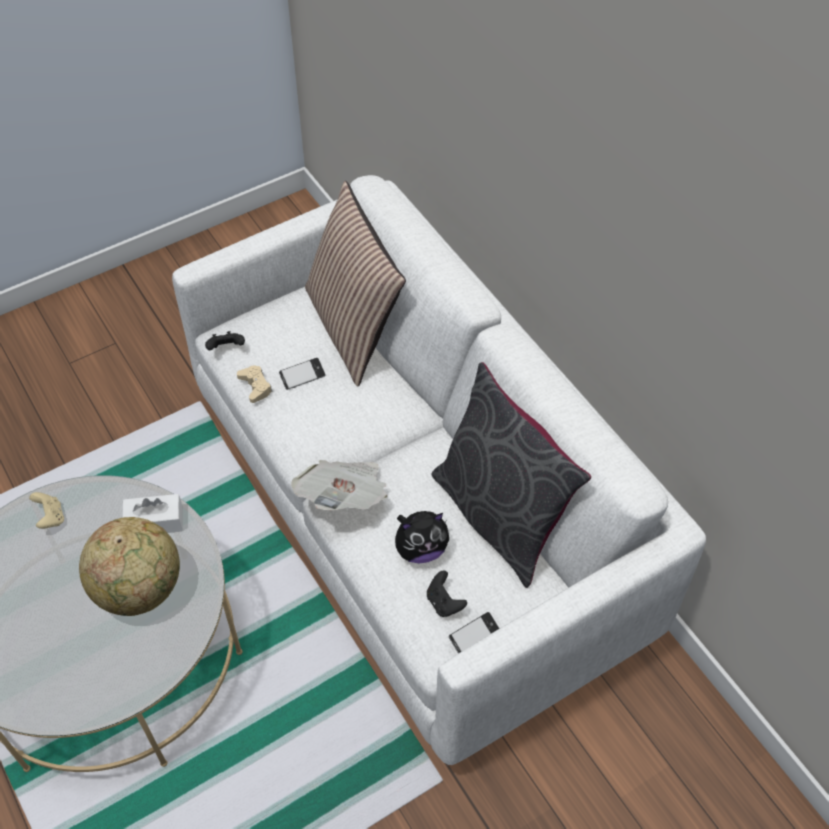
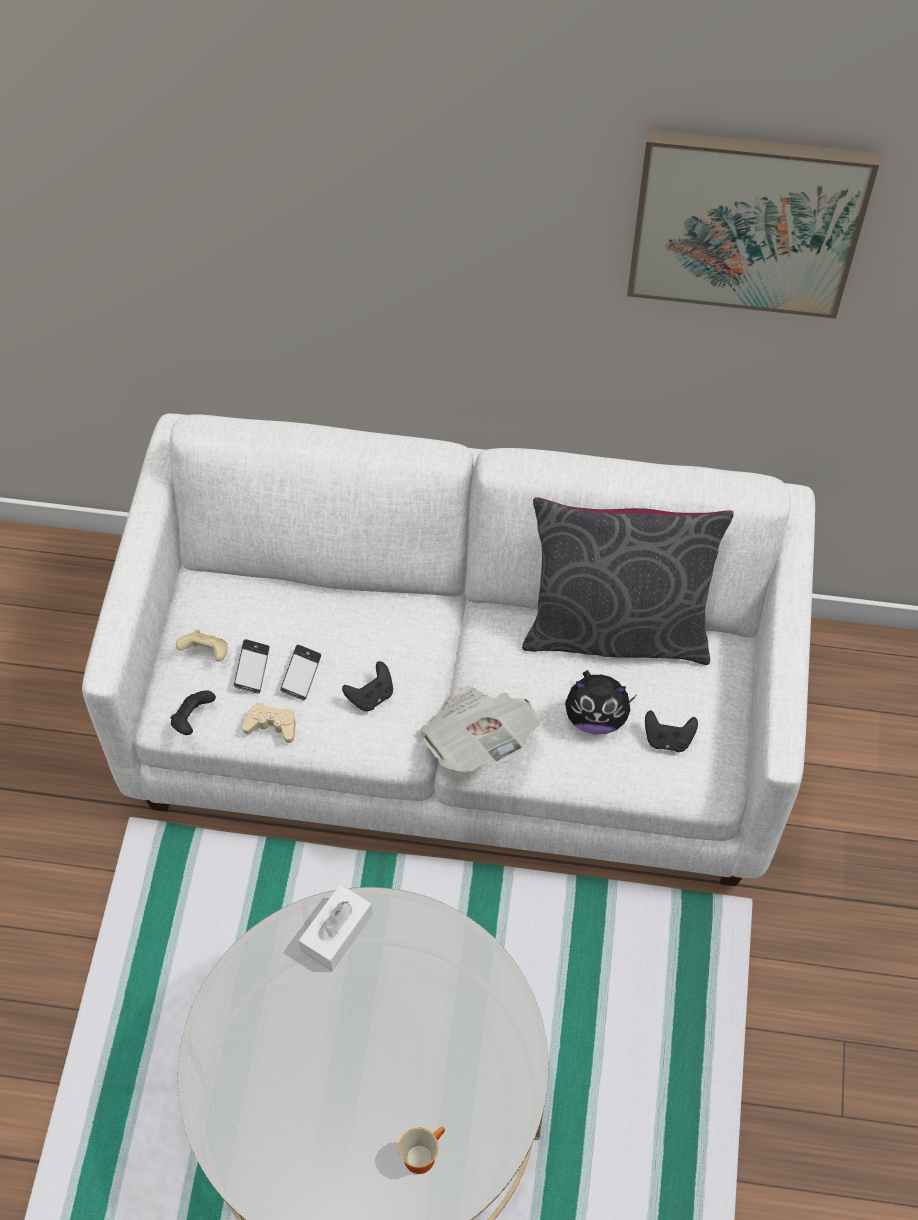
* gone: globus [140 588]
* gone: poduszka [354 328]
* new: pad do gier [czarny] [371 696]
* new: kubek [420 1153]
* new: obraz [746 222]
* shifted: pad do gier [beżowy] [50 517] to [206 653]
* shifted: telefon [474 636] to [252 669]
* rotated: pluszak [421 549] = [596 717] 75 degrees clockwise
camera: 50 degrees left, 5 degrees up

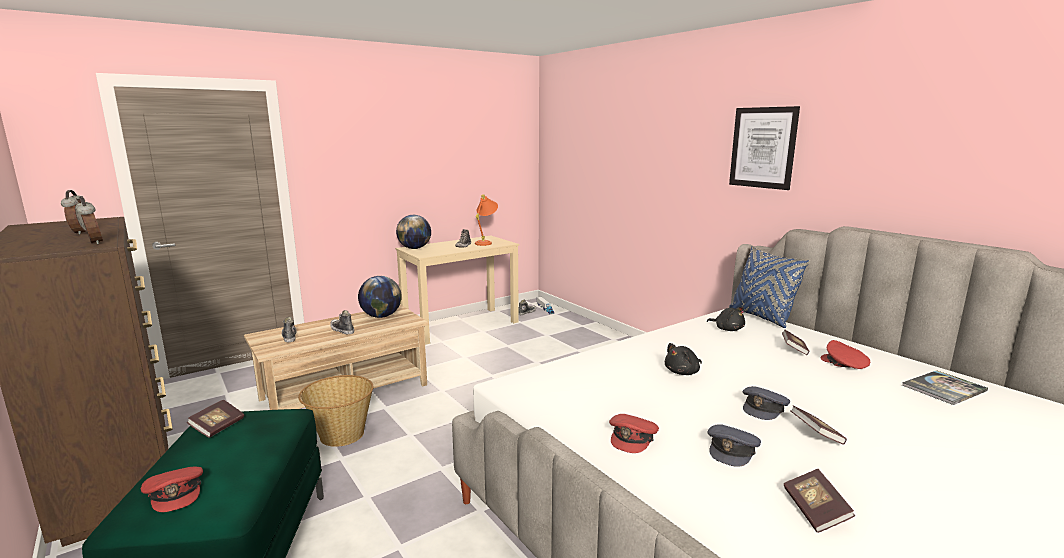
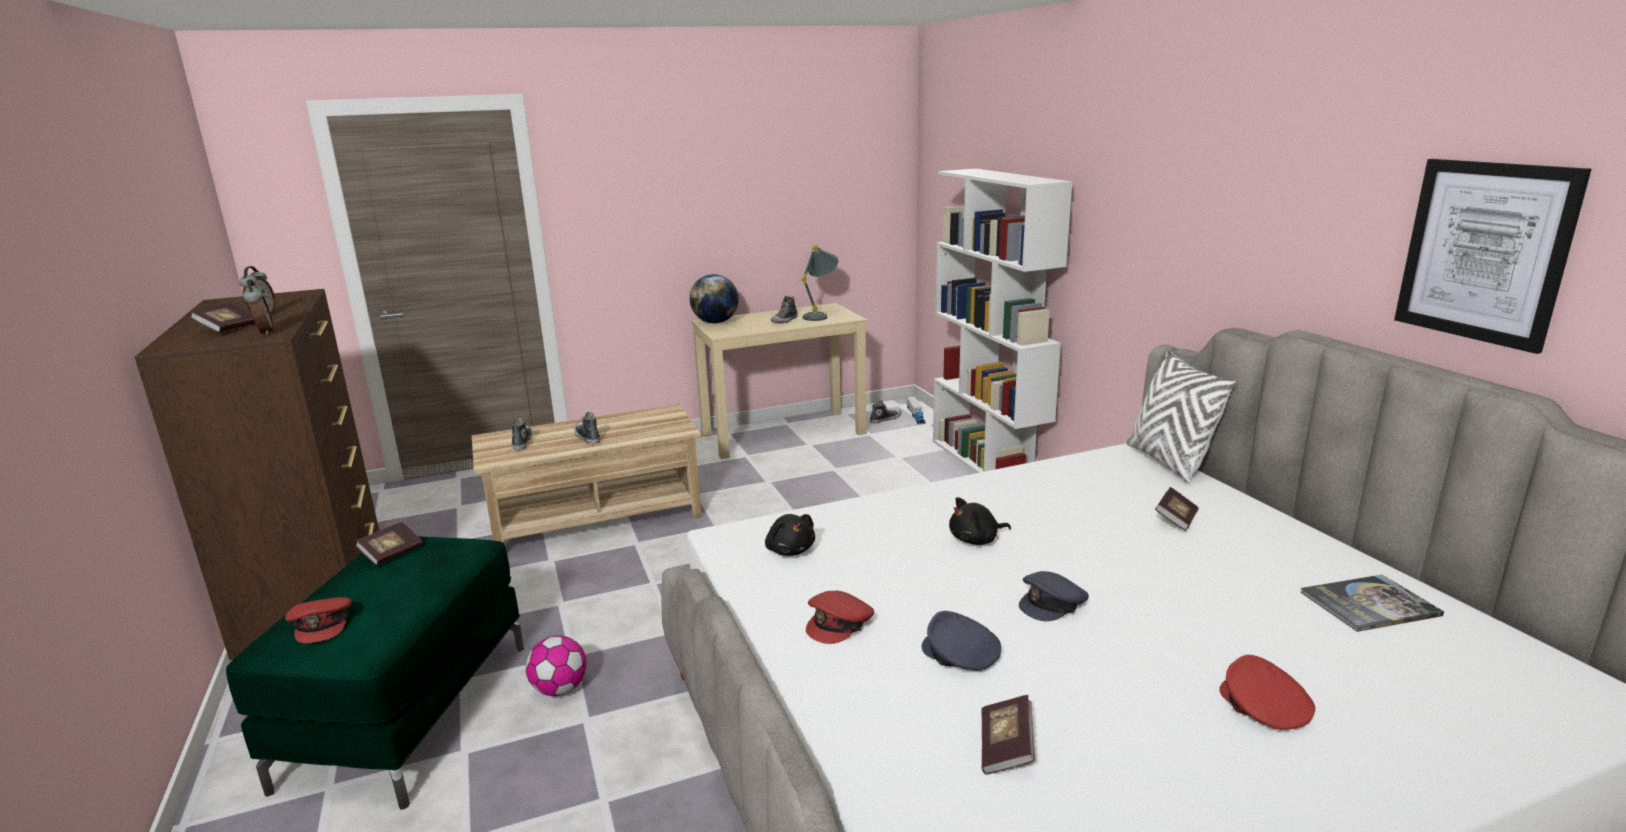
* gone: koszyk [341 435]
* gone: globus [381 316]
* new: piłka futbolowa [560 689]
* new: regał [biały] [989 464]
* shifted: pluszak [czarny] [727 329] to [790 550]
* shifted: obraz [763 147] to [1484 252]
* shifted: książka [815 434] to [228 329]
* shifted: czapka z daszkiem [czerwony] [844 364] to [1262 708]
* repainted: lampa stołowa [pomarańczowy] [486 242] to lampa stołowa [szary] [820 315]
* repainted: poduszka [niebieski] [761 317] to poduszka [biały] [1168 462]
* rotated: czapka z daszkiem [szary] [732 450] = [959 655] 90 degrees clockwise
camera: 15 degrees right, 5 degrees up

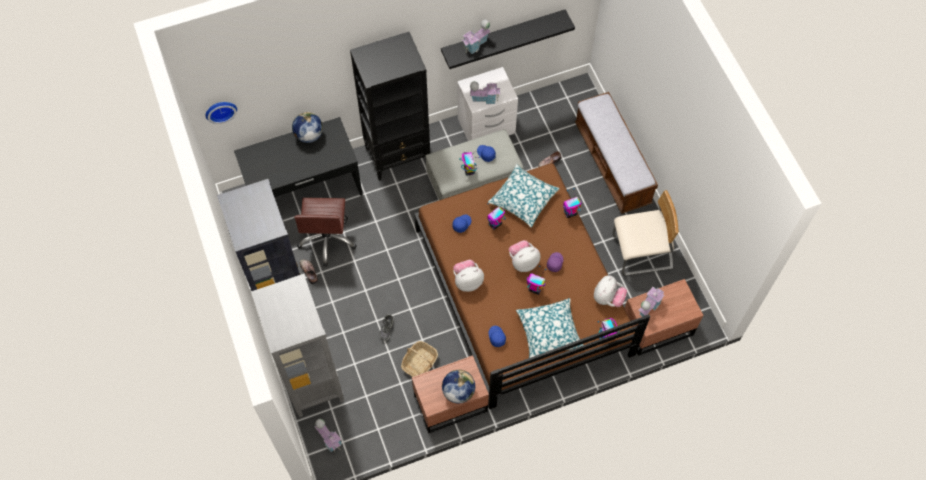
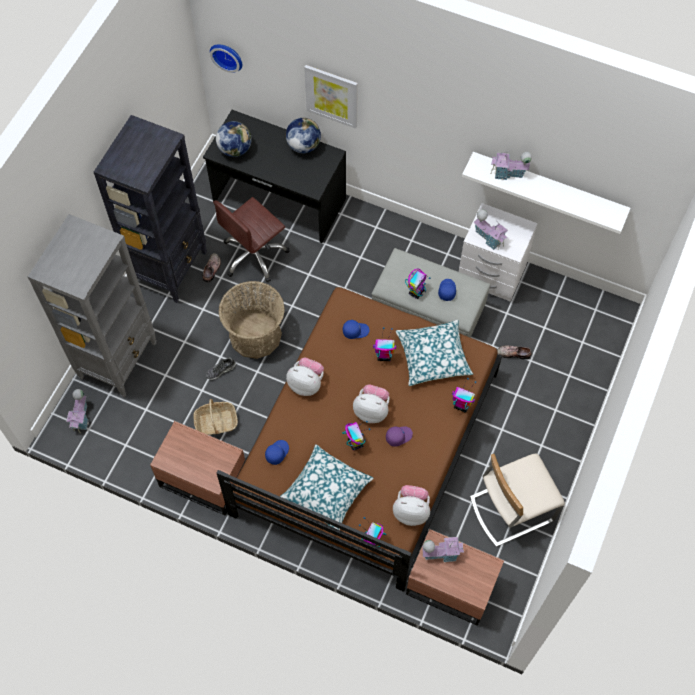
* gone: regał [czarny] [398 155]
* gone: ławka [612 164]
* new: koszyk [255 335]
* new: obraz [332 96]
* shifted: globus [458 391] to [235 149]
* repainted: półka [czarny] [503 35] to półka [biały] [548 187]
* rotated: pluszak [608 298] = [411 511] 150 degrees counterclockwise
* rotated: krzesło [beżowy] [642 253] = [511 508] 120 degrees clockwise
camera: 45 degrees right, 0 degrees up

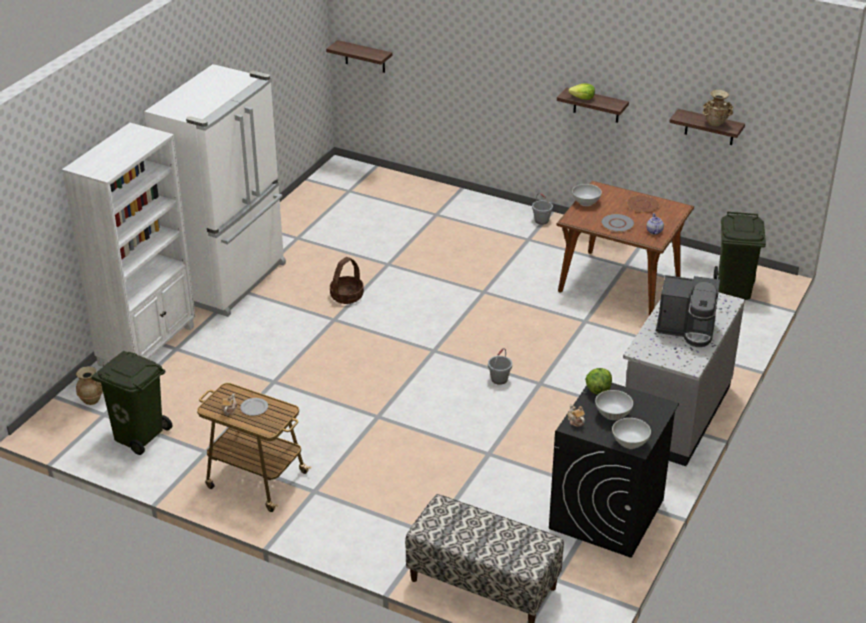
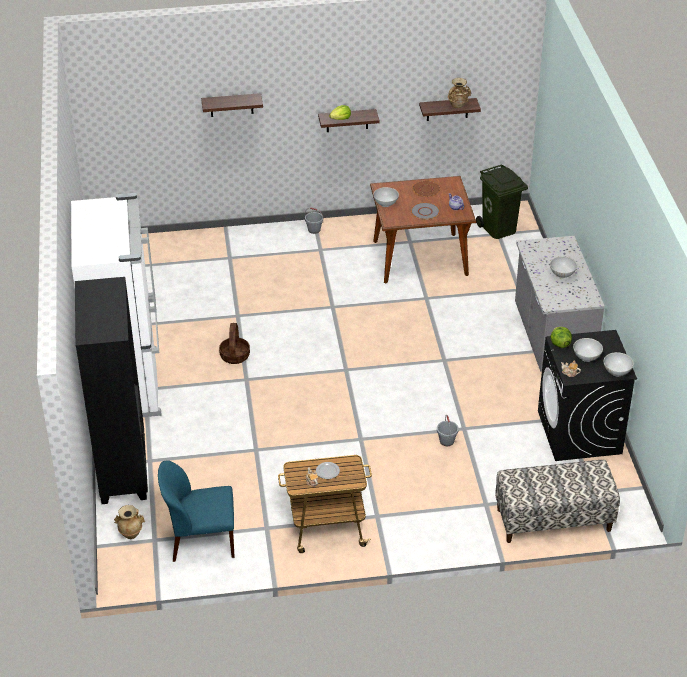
* shifted: półka [365 57] to [231 105]
* shifted: wiadro [szary] [499 379] to [446 441]
* swapped: kosz na śmieci [zielony] [139 435] to krzesło [niebieski] [201 541]
* swapped: ekspres do kawy [687 329] to miska [biały] [562 274]
* repainted: regał [biały] [148 345] to regał [czarny] [123 468]
camera: 35 degrees left, 5 degrees up

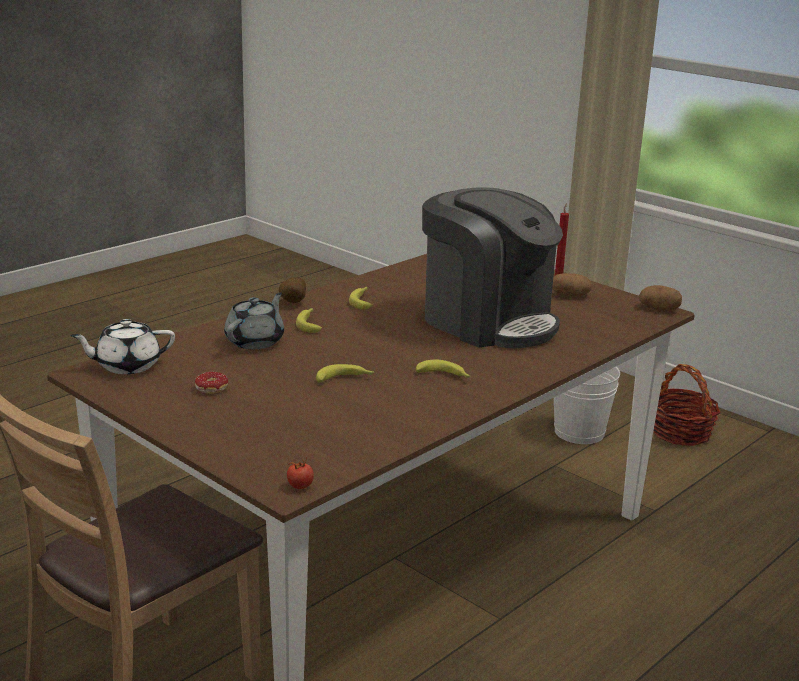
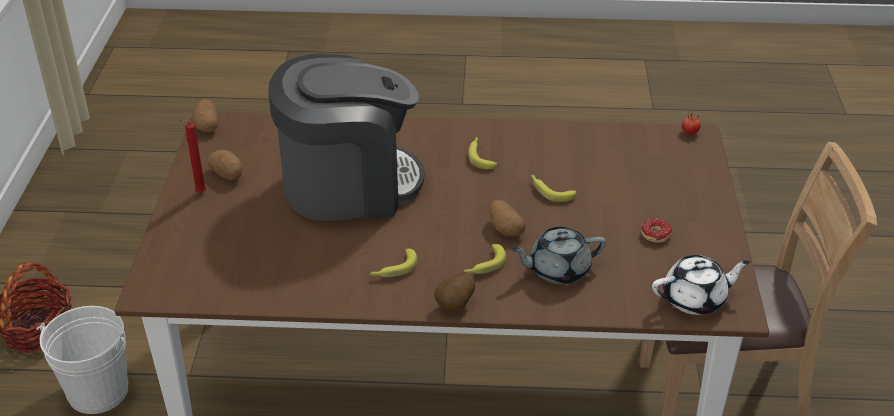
* new: ziemniak [505 228]
* rotated: imbryk [biały] [127 366] = [695 299] 45 degrees counterclockwise
* rotated: ekspres do kawy [488 321] = [349 185] 75 degrees clockwise
camera: 130 degrees left, 15 degrees up

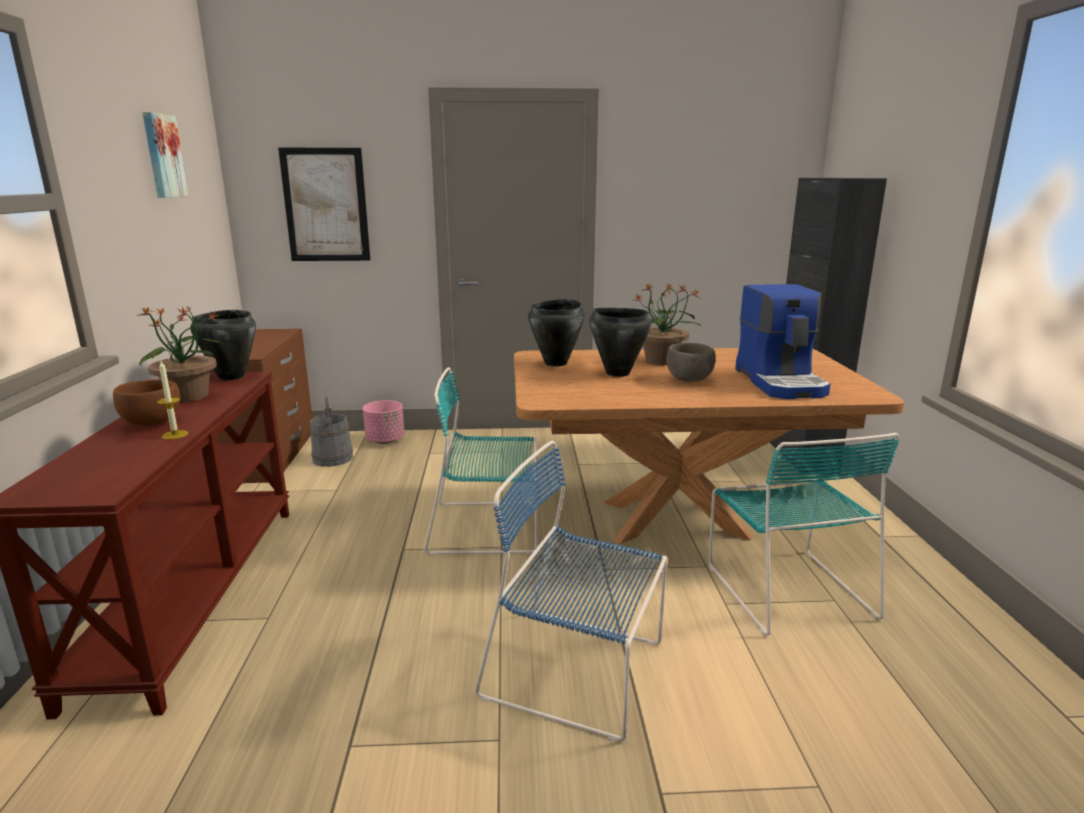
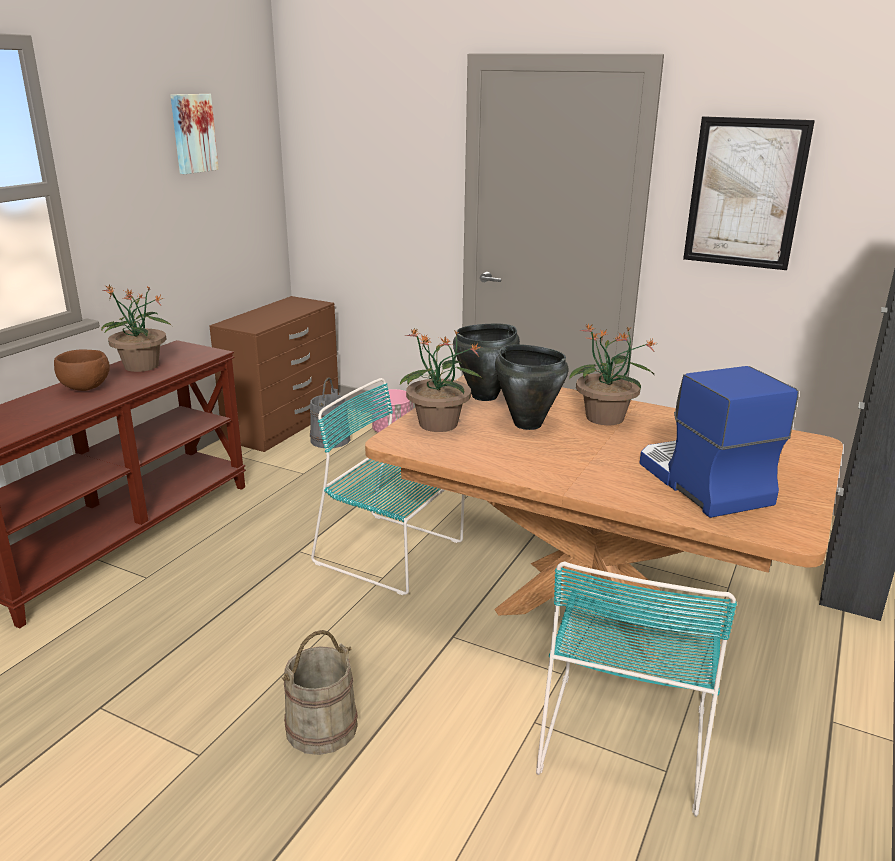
* gone: świeca [175 435]
* gone: garnek [czarny] [230 377]
* gone: miska [brązowy] [688 380]
* new: roślina doniczkowa [438 425]
* shifted: obraz [326 205] to [745 193]
* swapped: krzesło [niebieski] [579 671] to wiadro [beżowy] [321 726]
* rotated: ekspres do kawy [781 382] = [700 482] 135 degrees clockwise
camera: 30 degrees right, 5 degrees up

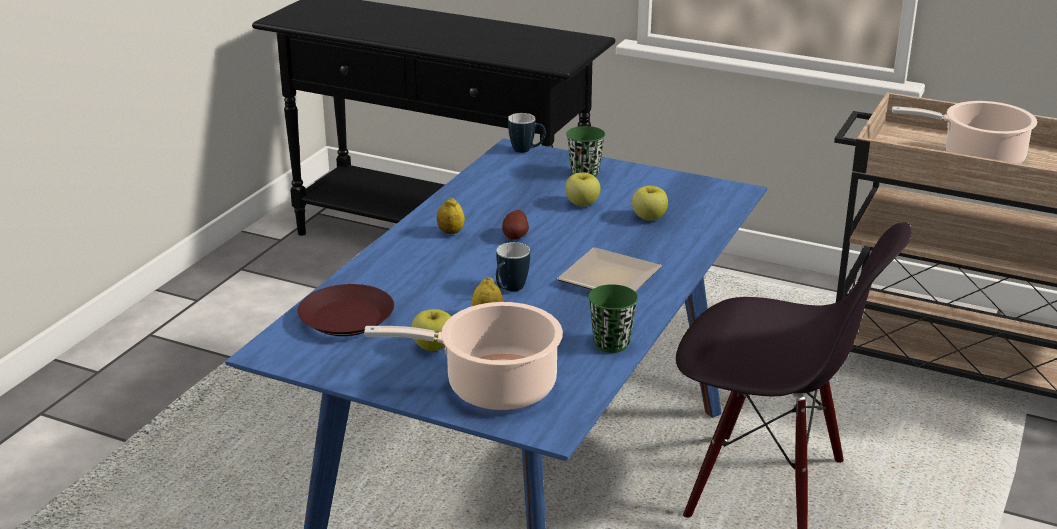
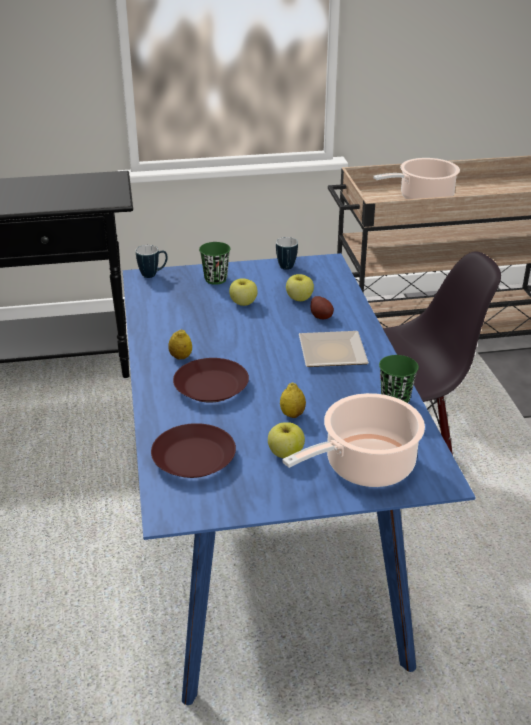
* new: talerz [brązowy] [210 386]
* shifted: kubek [509 290] to [286 269]
* shifted: ziemniak [515 236] to [321 316]
camera: 35 degrees left, 5 degrees up

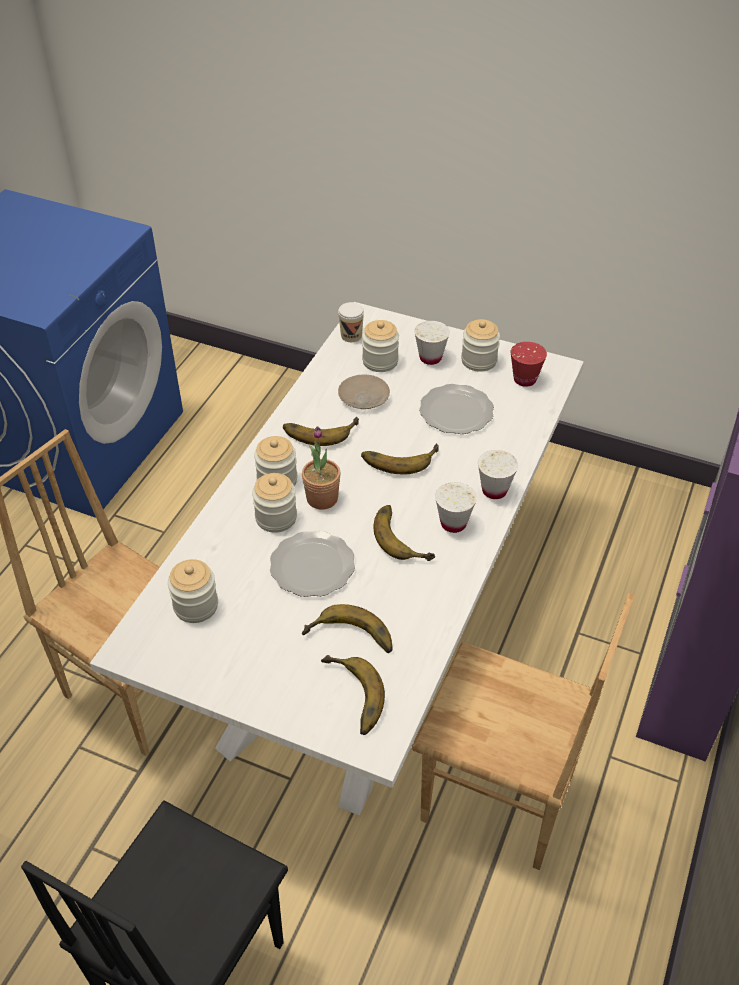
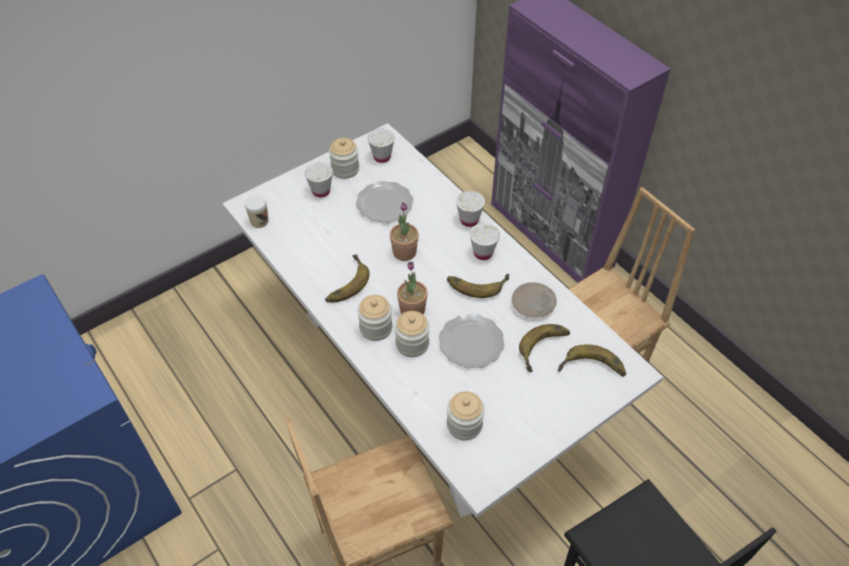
* gone: słoik [380 361]
* shifted: talerz [beżowy] [364 397] to [534 304]
* swapped: banan [399 457] to roślina doniczkowa [404 252]
* repainted: filiżanka [czerwony] [524 379] to filiżanka [biały] [382 157]
camera: 60 degrees left, 5 degrees up

